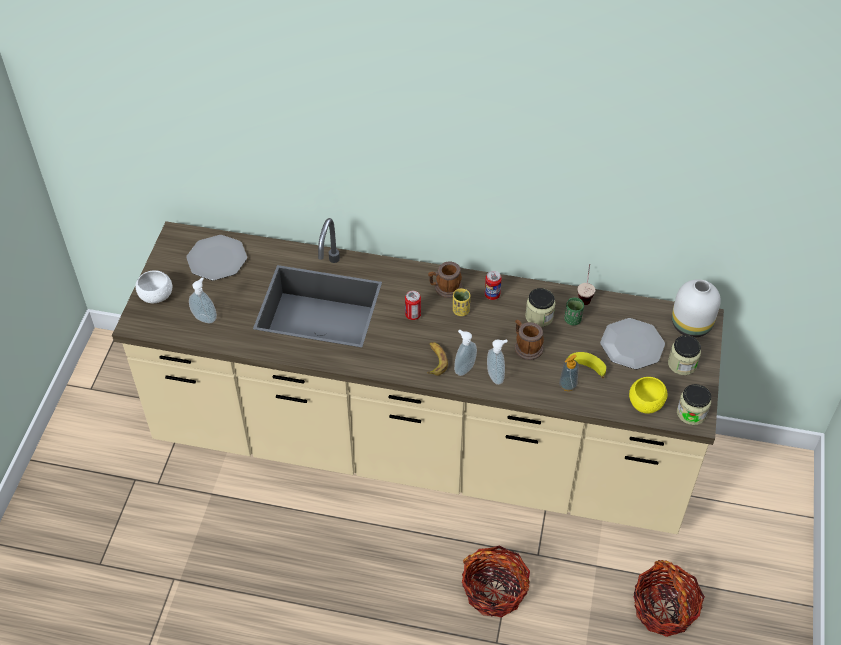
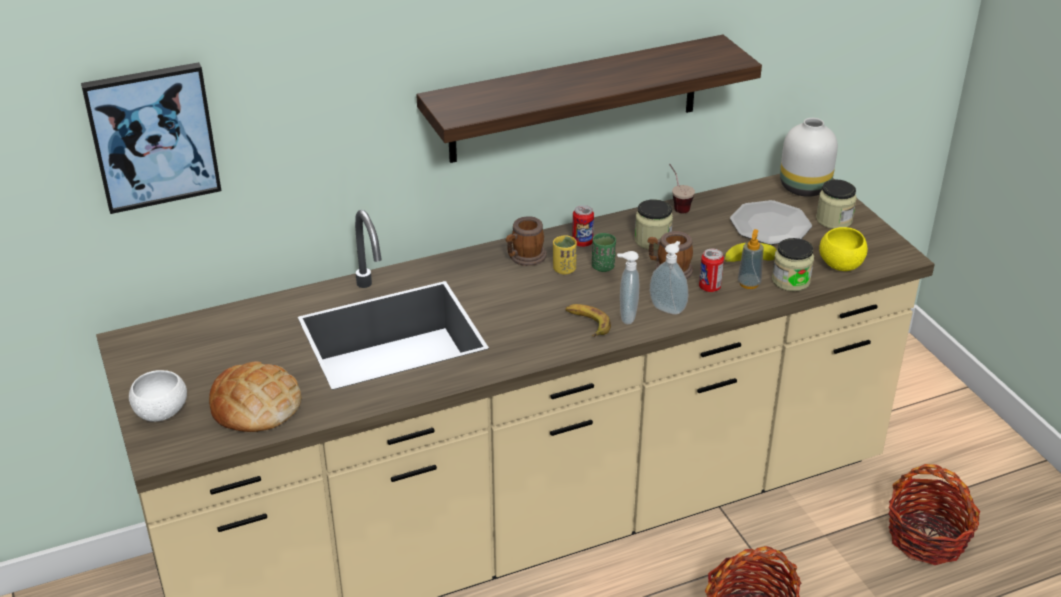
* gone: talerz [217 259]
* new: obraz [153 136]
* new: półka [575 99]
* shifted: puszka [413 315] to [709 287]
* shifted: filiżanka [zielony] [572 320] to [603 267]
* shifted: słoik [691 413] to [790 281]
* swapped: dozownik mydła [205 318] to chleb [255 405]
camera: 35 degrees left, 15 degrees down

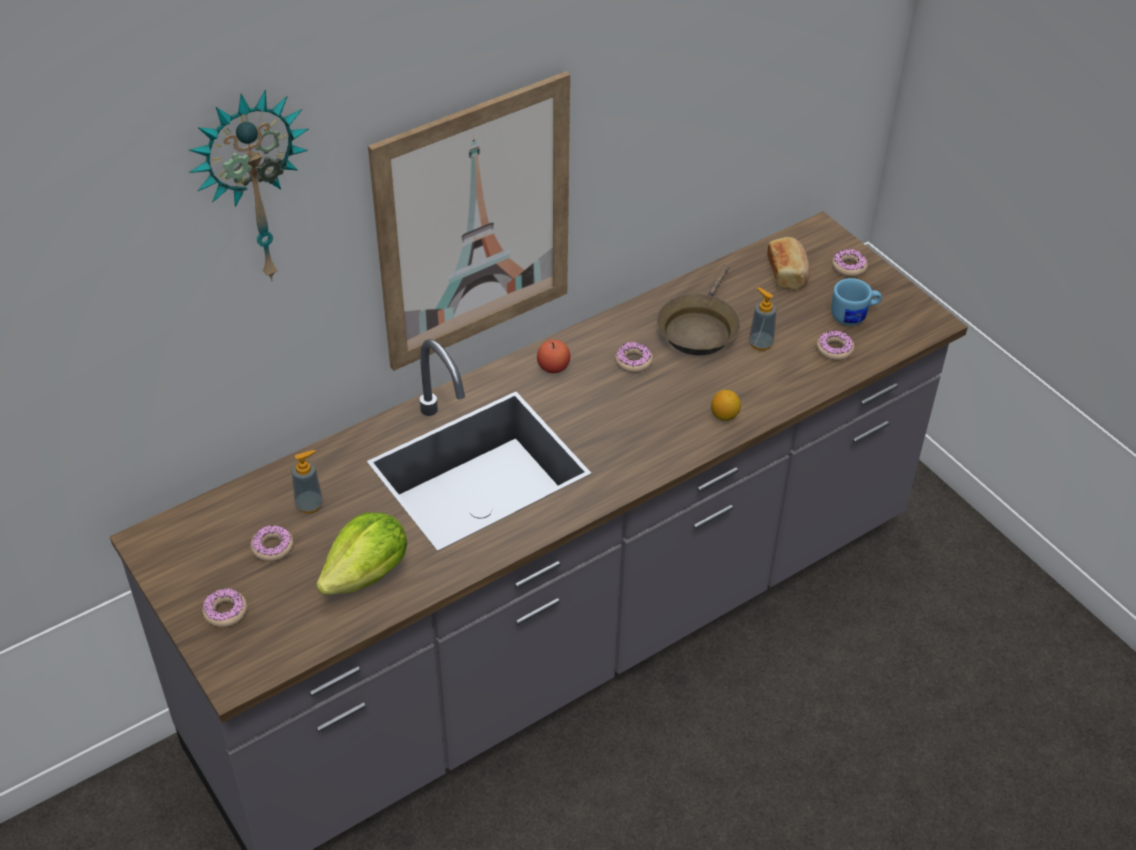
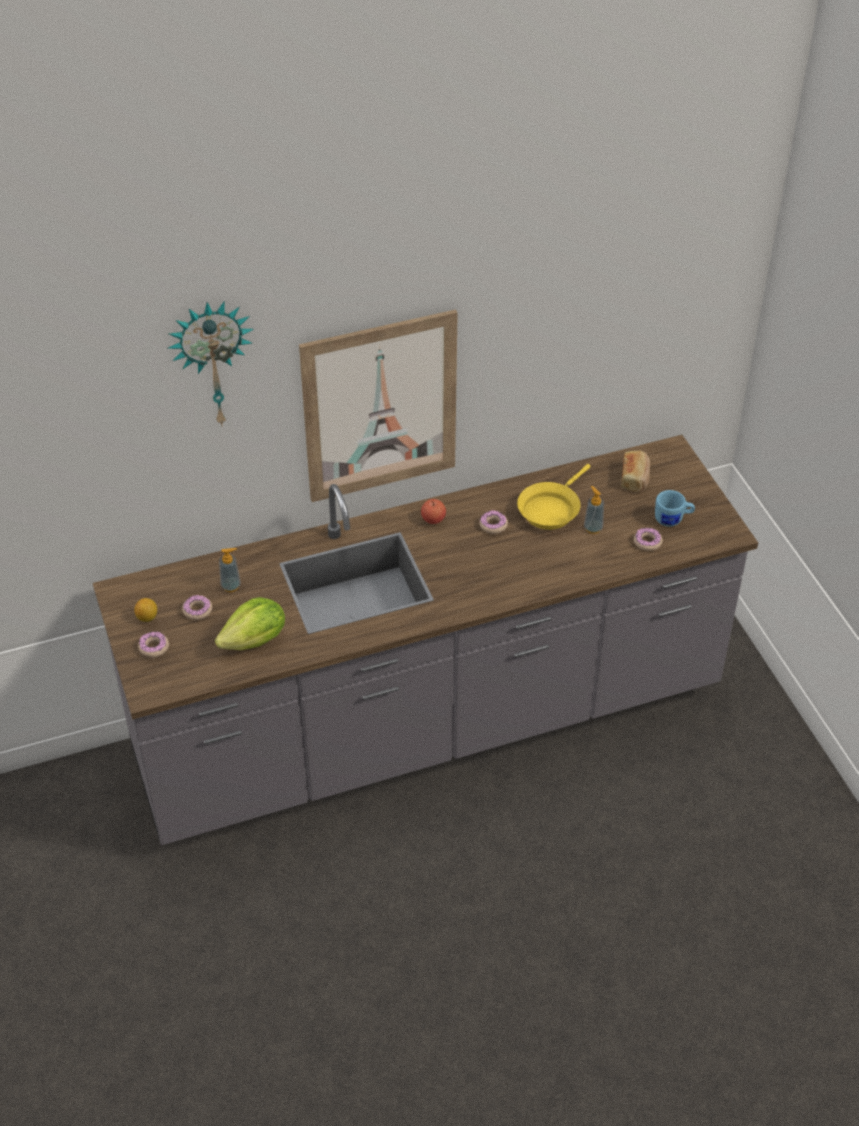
* gone: donut [849 267]
* shifted: cytryna [724 415] to [147 617]
* repainted: patelnia [brązowy] [698 328] to patelnia [żółty] [551 509]
camera: 15 degrees right, 0 degrees up

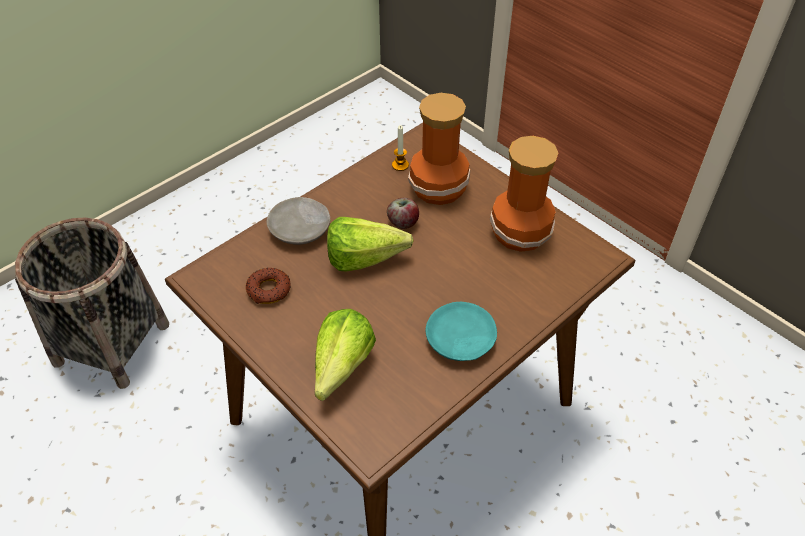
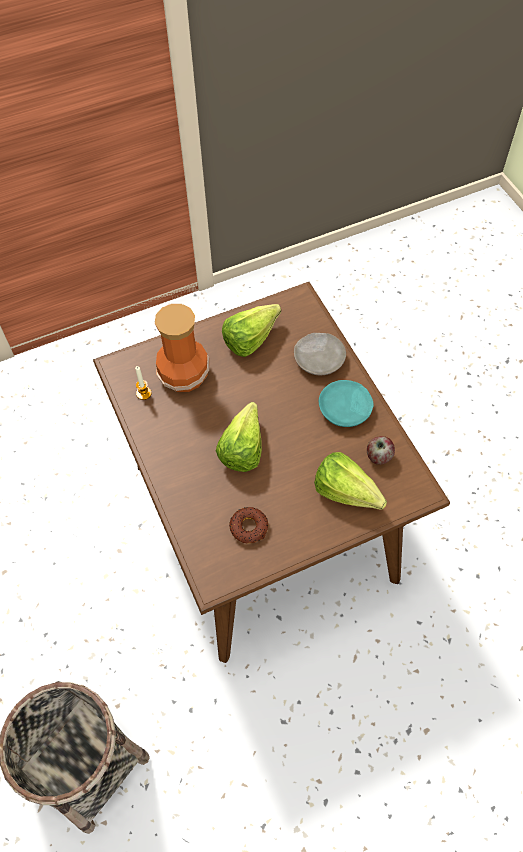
* shifted: talerz [beżowy] [300 228] to [319 359]
* shifted: jabłko [403 222] to [378 456]
* swapped: wazon [519 231] to sałata [255 337]
camera: 70 degrees left, 10 degrees up

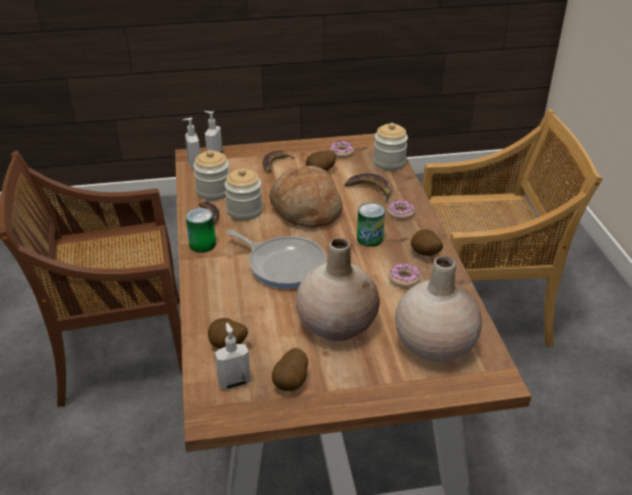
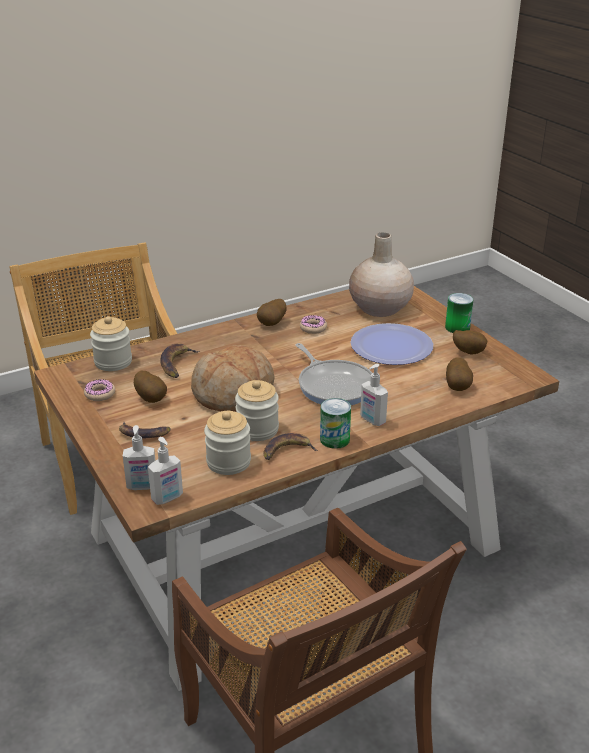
* gone: donut [400 213]
* shifted: dozownik mydła [234 382] to [372 420]
* shifted: puszka [370 238] to [457 327]
* swapped: wazon [beżowy] [337 324] to talerz [391 346]
* rotated: patelnia [283 265] = [334 385] 135 degrees clockwise
camera: 110 degrees left, 5 degrees down

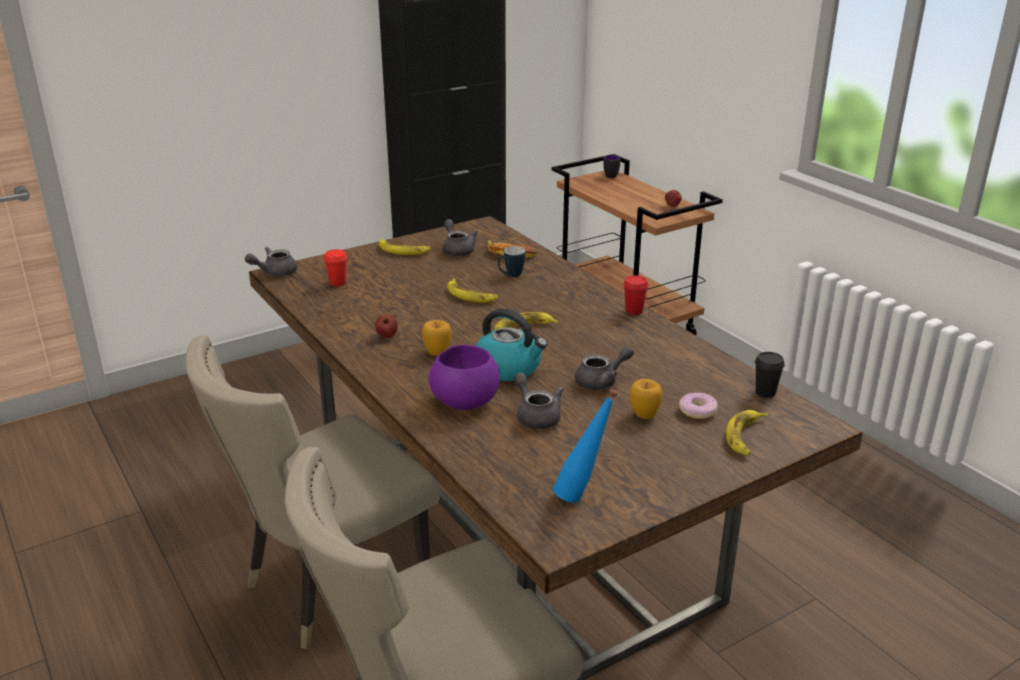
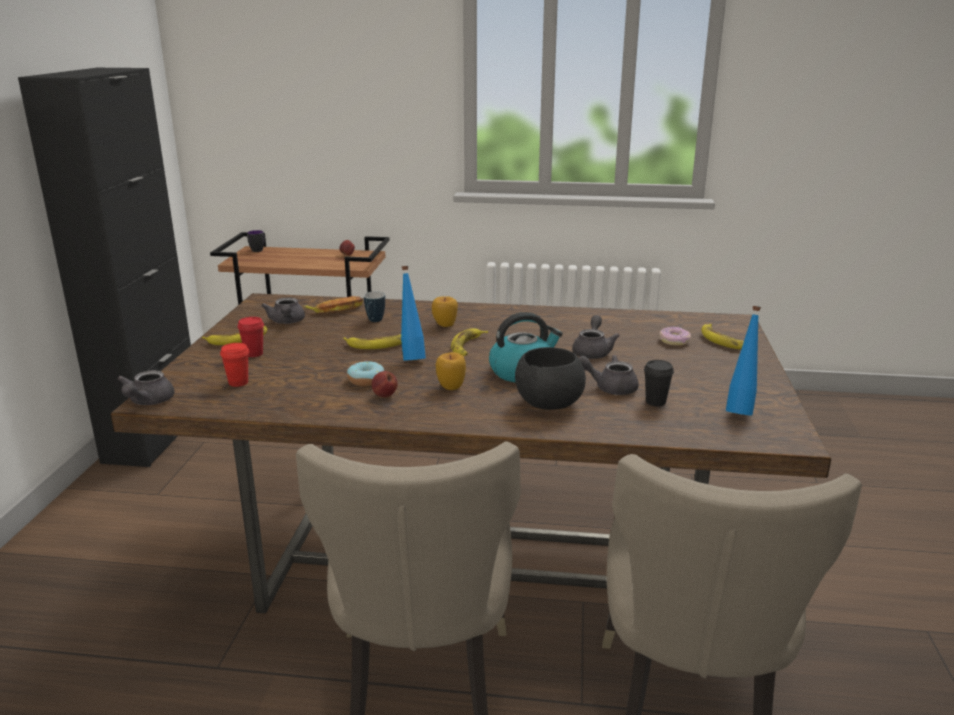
* new: donut [366 380]
* new: butelka [niebieski] [411 358]
* shifted: filiżanka [czerwony] [634 311] to [254 354]
* shifted: jabłko [644 415] to [445 325]
* shifted: filiżanka [czarny] [765 392] to [655 402]
* repainted: miska [fioletowy] [465 400] to miska [czarny] [548 402]
* rotated: imbryk [szary] [457 250] = [287 322] 120 degrees counterclockwise
camera: 50 degrees left, 5 degrees down

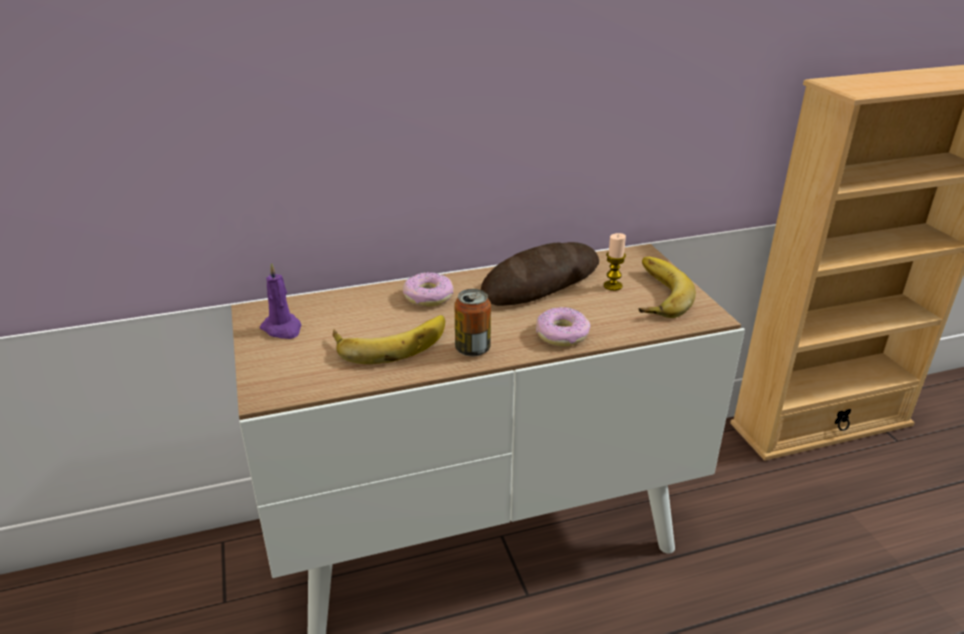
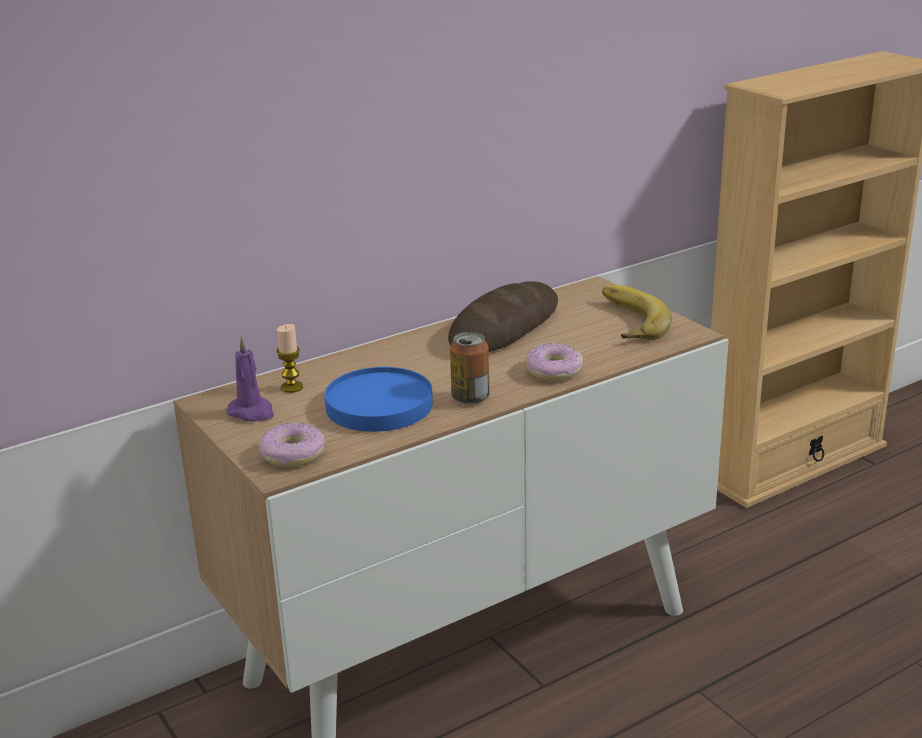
* shifted: donut [428 297] to [292 454]
* shifted: świeca [612 286] to [291 387]
* swapped: banan [390 341] to talerz [niebieski] [379 405]
camera: 15 degrees left, 5 degrees down

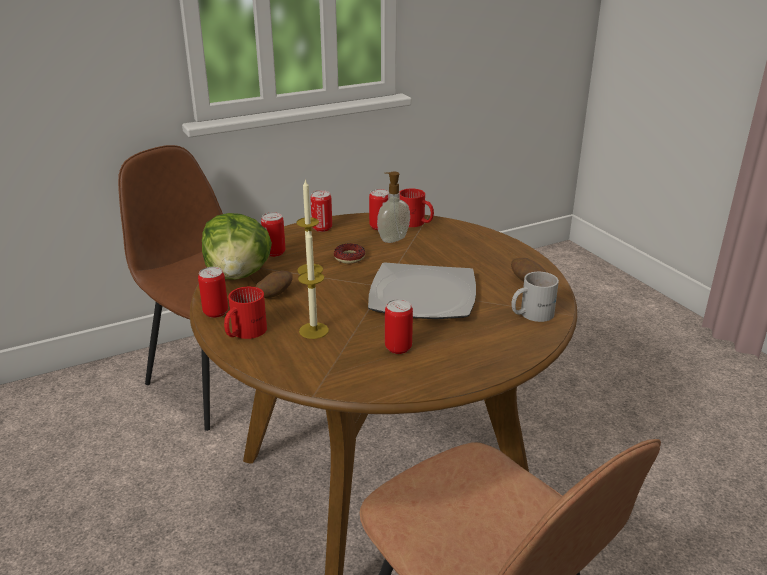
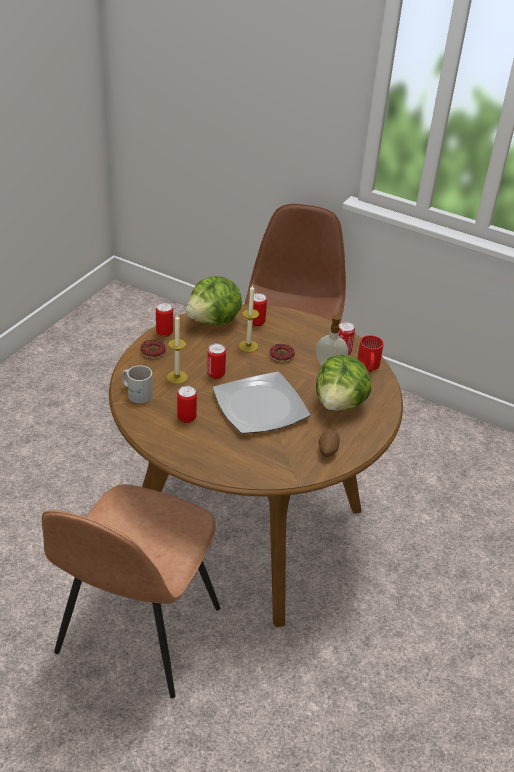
* gone: ziemniak [275 295]
* new: sałata [340 404]
* shifted: puszka [322 228] to [216 374]
* shifted: kubek [biały] [530 313] to [137 392]
* swapped: kubek [czerwony] [243 332] to donut [153 352]
camera: 55 degrees right, 10 degrees up

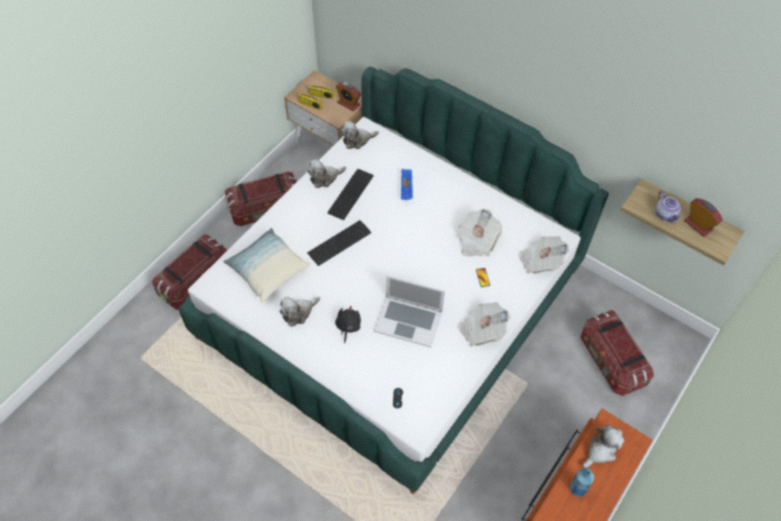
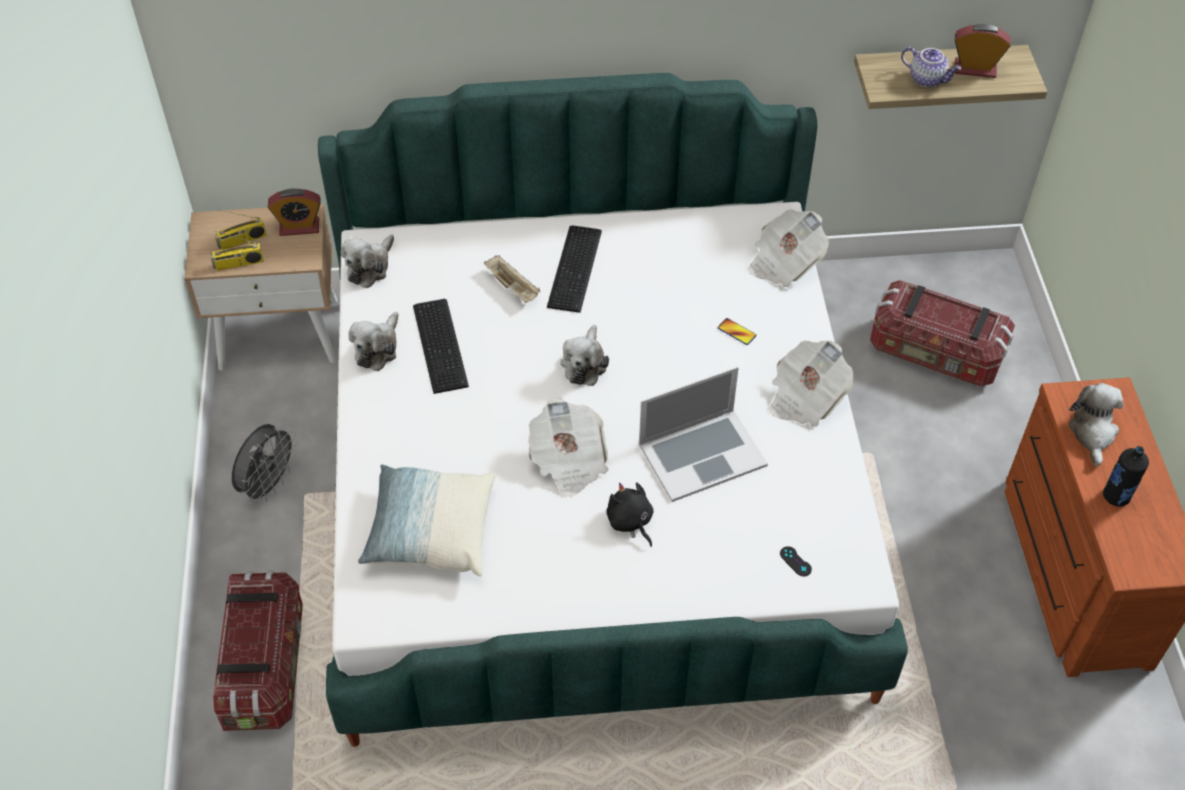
* shifted: pluszak [298 313] to [584 363]
* shifted: klawiatura [340 243] to [577 268]
* shifted: gazeta [477 241] to [568 461]
* swapped: pojemnik do przechowywania [266 209] to wentylator [szary] [269 485]
* repainted: taca [niebieski] [406 189] to taca [beżowy] [513 287]
* repainted: butelka [niebieski] [577 488] to butelka [czarny] [1116 496]
camera: 40 degrees left, 5 degrees down

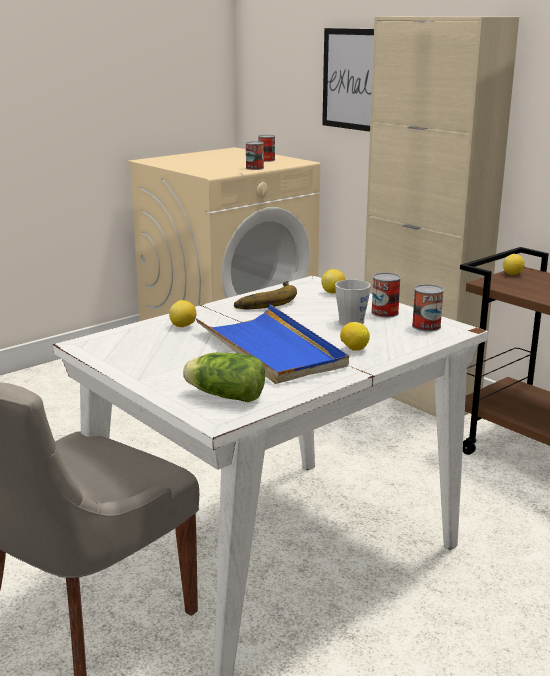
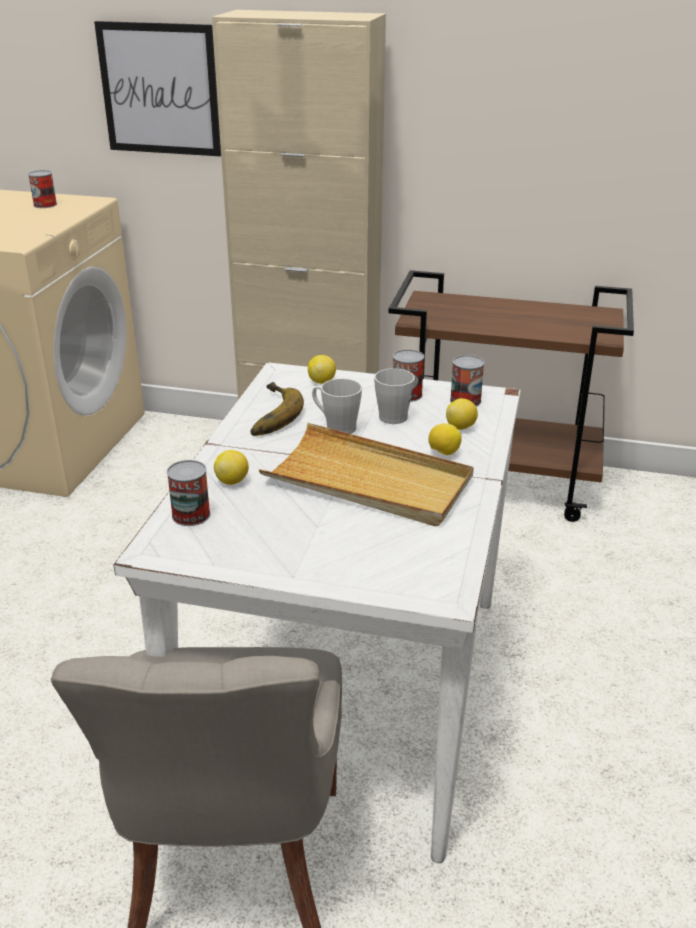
* gone: sałata [223 395]
* new: kubek [szary] [336 427]
* shifted: puszka [254 168] to [191 515]
* shifted: cytryna [513 274] to [461 427]
* repainted: taca [niebieski] [271 349] to taca [beżowy] [368 481]
camera: 35 degrees left, 10 degrees up

